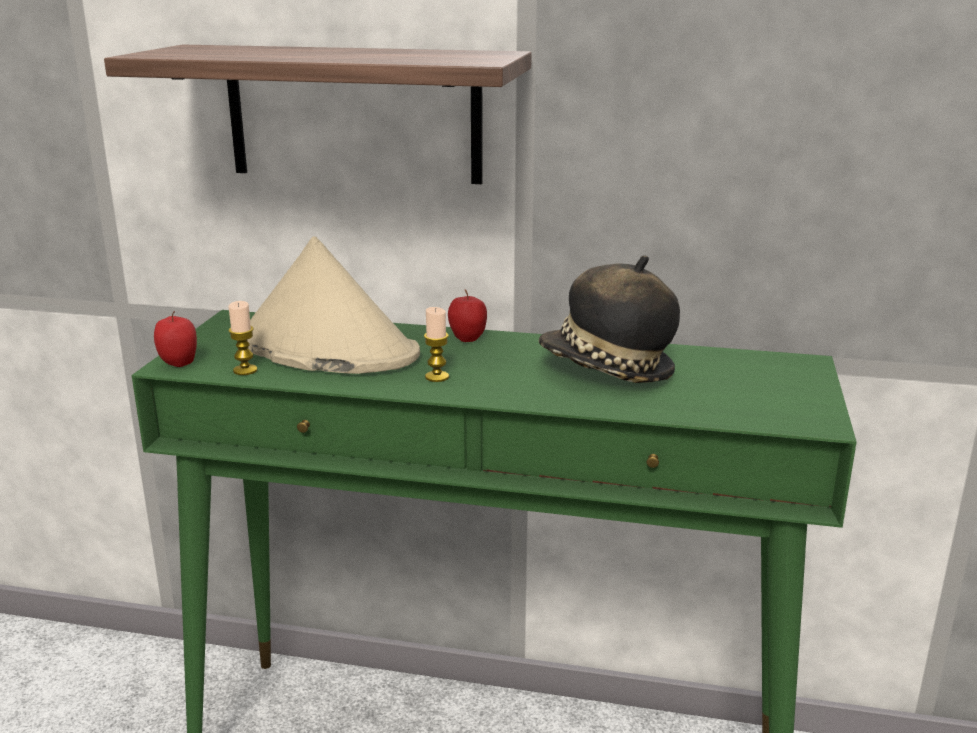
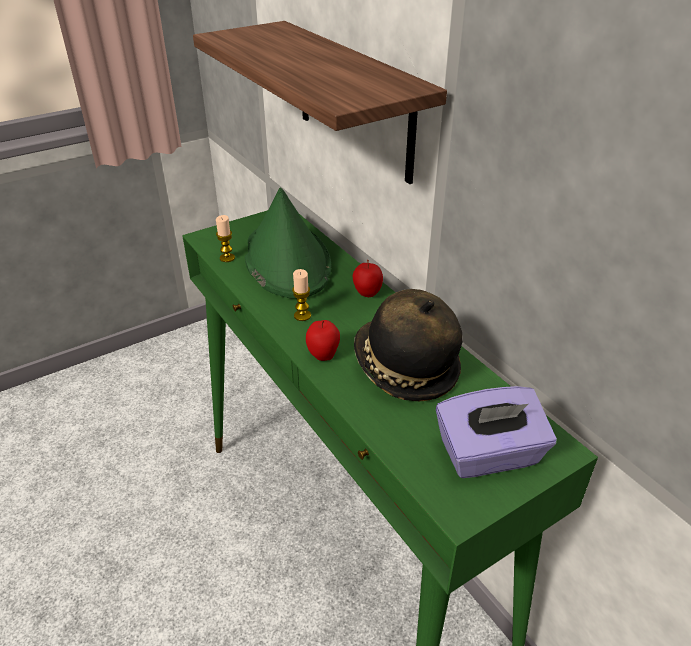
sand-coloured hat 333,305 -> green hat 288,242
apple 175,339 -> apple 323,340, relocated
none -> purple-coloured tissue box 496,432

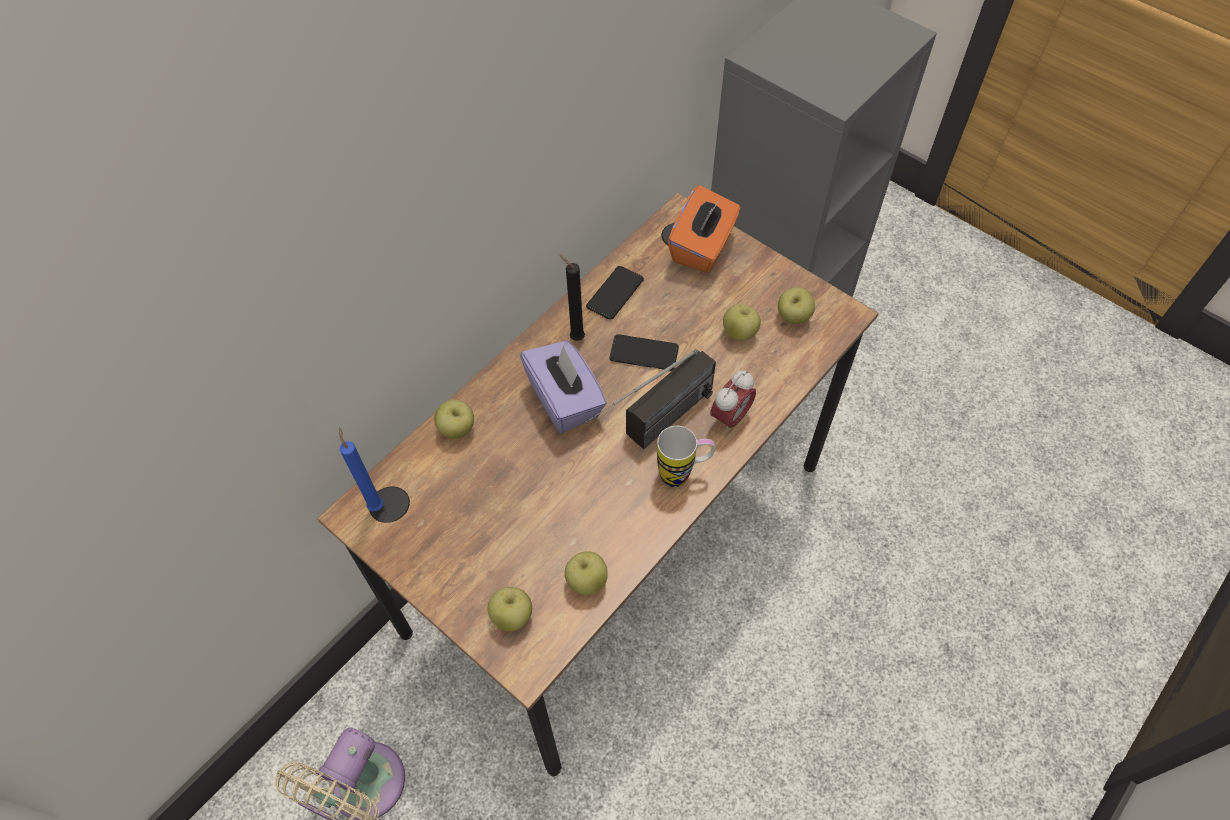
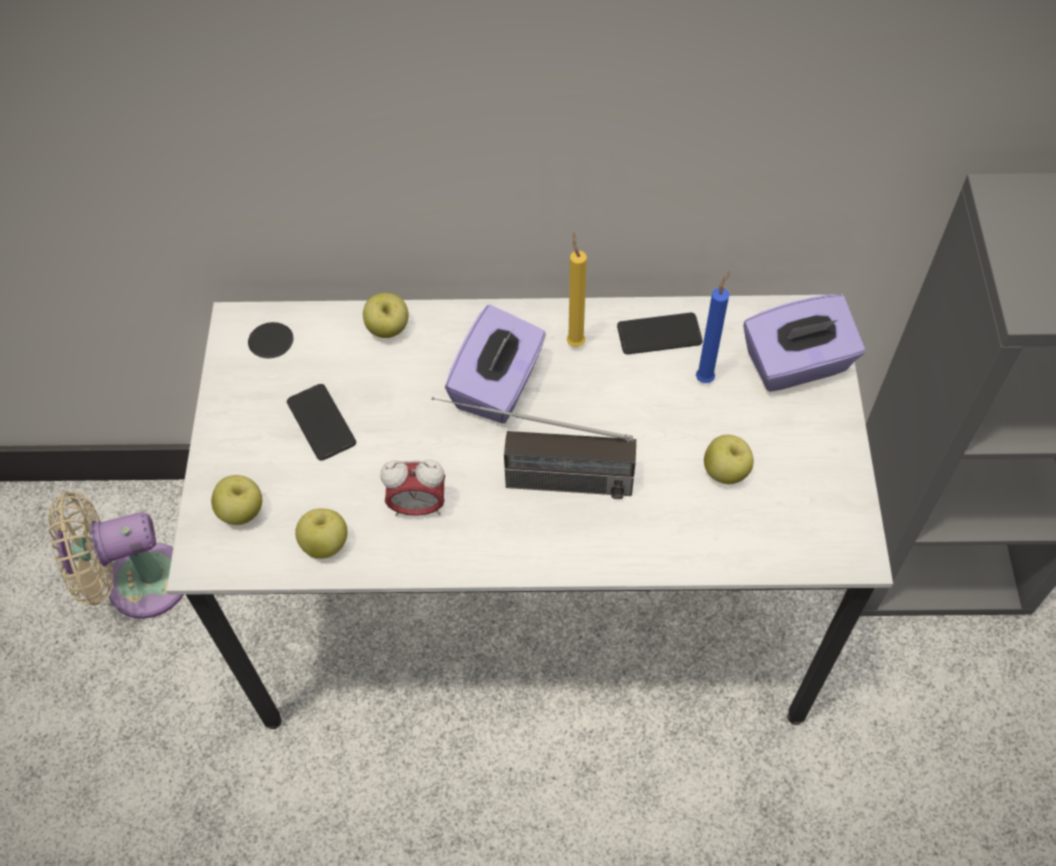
brown-coloured desk 598,485 -> white desk 529,511
phone 644,352 -> phone 321,422, relocated
table clock 733,401 -> table clock 412,487, relocated
blackish wax light 572,297 -> yellow wax light 577,290
blue wax light 361,469 -> blue wax light 713,327, relocated
orange tissue box 704,229 -> purple-coloured tissue box 804,343
tea mug 686,456 -> none
apple 796,305 -> none

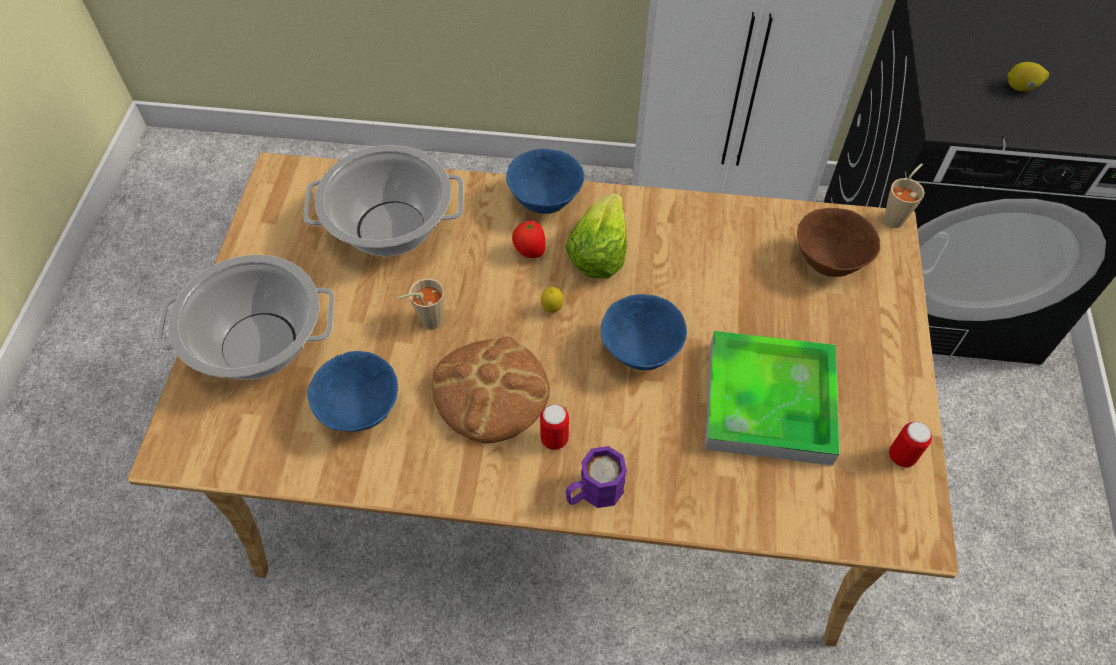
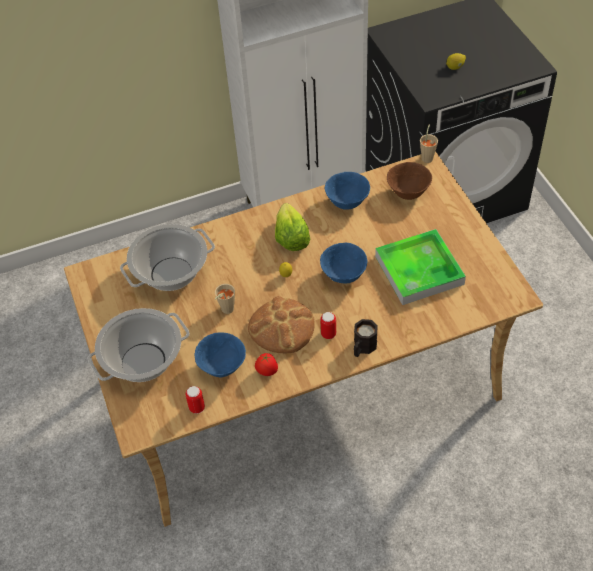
can 910,445 -> can 195,400, relocated
whole tomato 529,239 -> whole tomato 266,364, relocated
blue serving bowl 545,181 -> blue serving bowl 347,191, relocated
purple-coloured tea mug 596,477 -> blackish tea mug 366,338

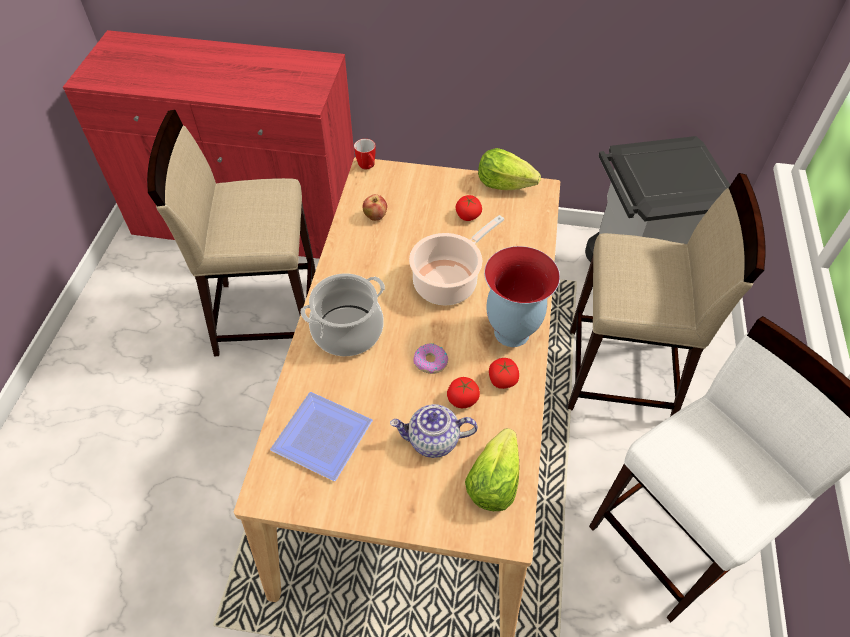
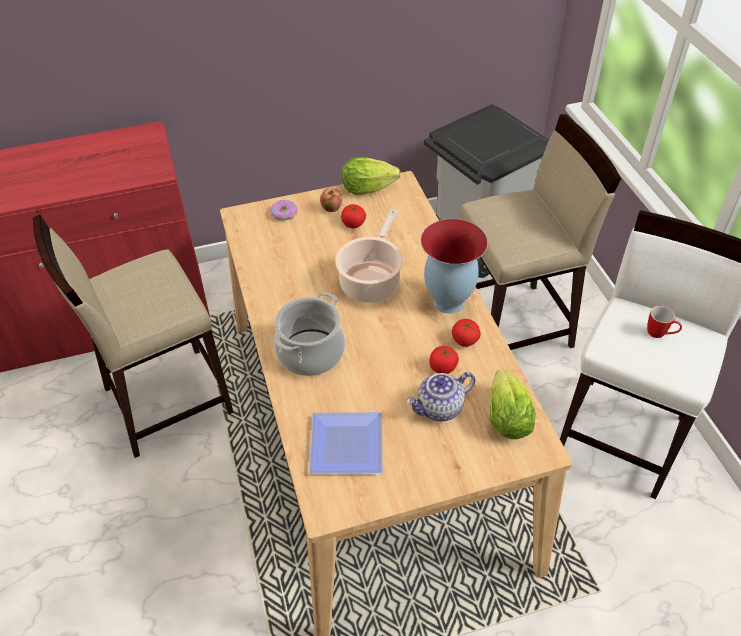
ring doughnut 431,359 -> ring doughnut 284,210, relocated
apple 375,207 -> apple 331,200, relocated
tea mug 365,154 -> tea mug 664,322, relocated

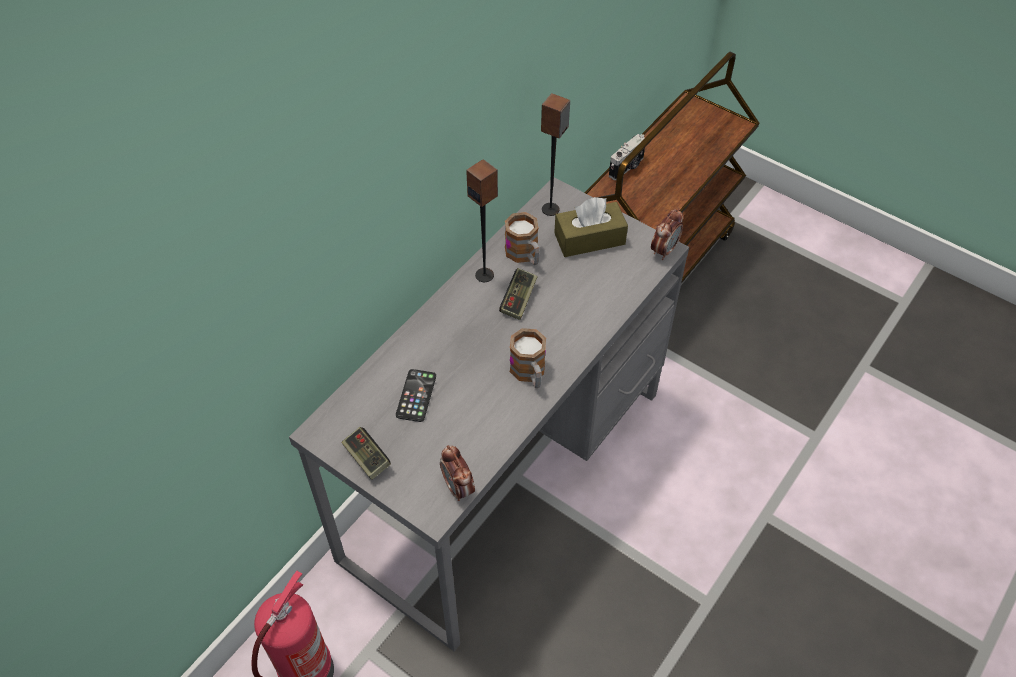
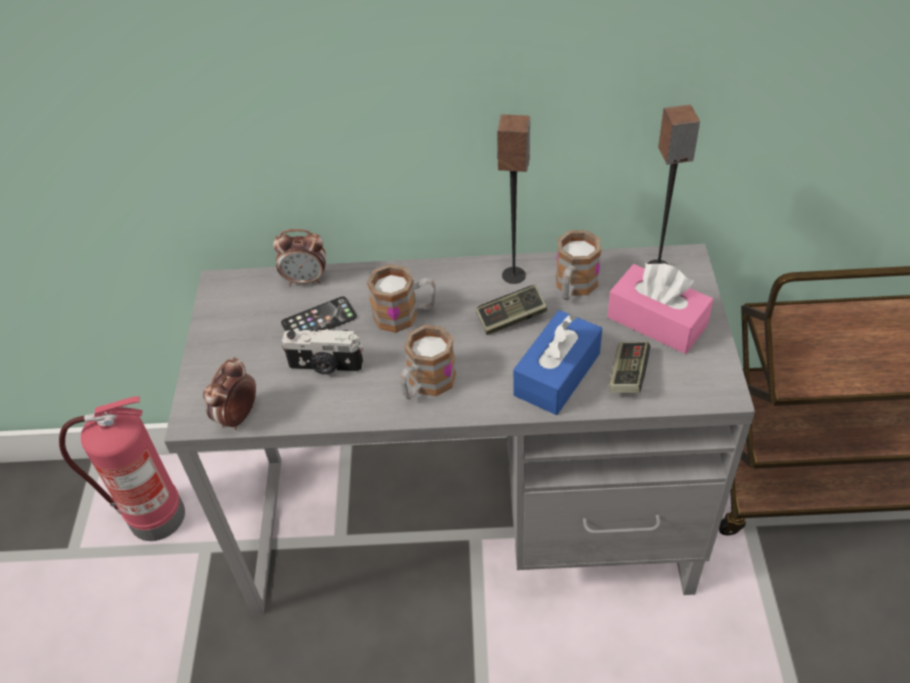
table clock 667,234 -> table clock 299,257, relocated
still camera 627,157 -> still camera 322,352, relocated
none -> tea mug 401,298
none -> blue tissue box 557,362
brown-coloured tissue box 591,227 -> pinkish tissue box 660,308
gamepad 366,453 -> gamepad 629,367, relocated

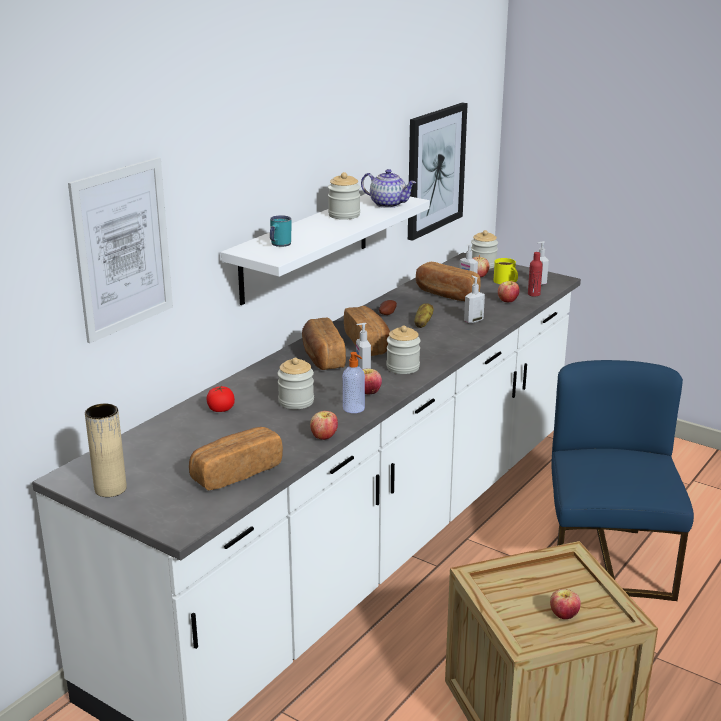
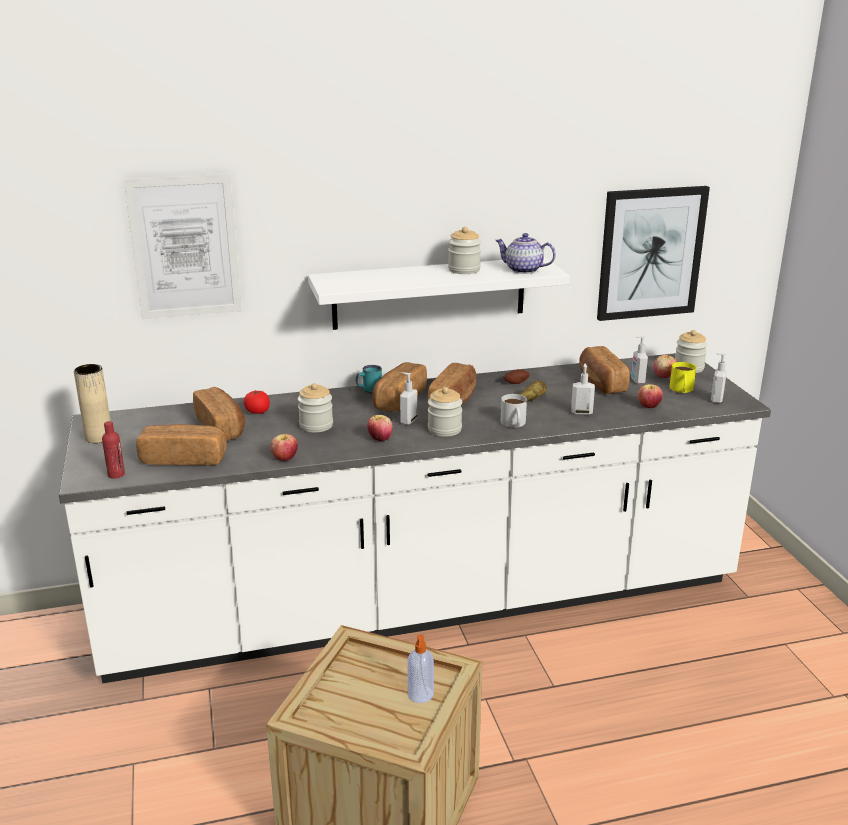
red-coloured beverage bottle 535,274 -> red-coloured beverage bottle 113,450, relocated
none -> bakery bread 219,413
turquoise-coloured tea mug 281,231 -> turquoise-coloured tea mug 369,379, relocated
liquid soap bottle 354,382 -> liquid soap bottle 420,669, relocated
tea pot 388,188 -> tea pot 525,253, 135 degrees clockwise
none -> white tea mug 514,411
apple 565,604 -> none
blue upright chair 622,480 -> none

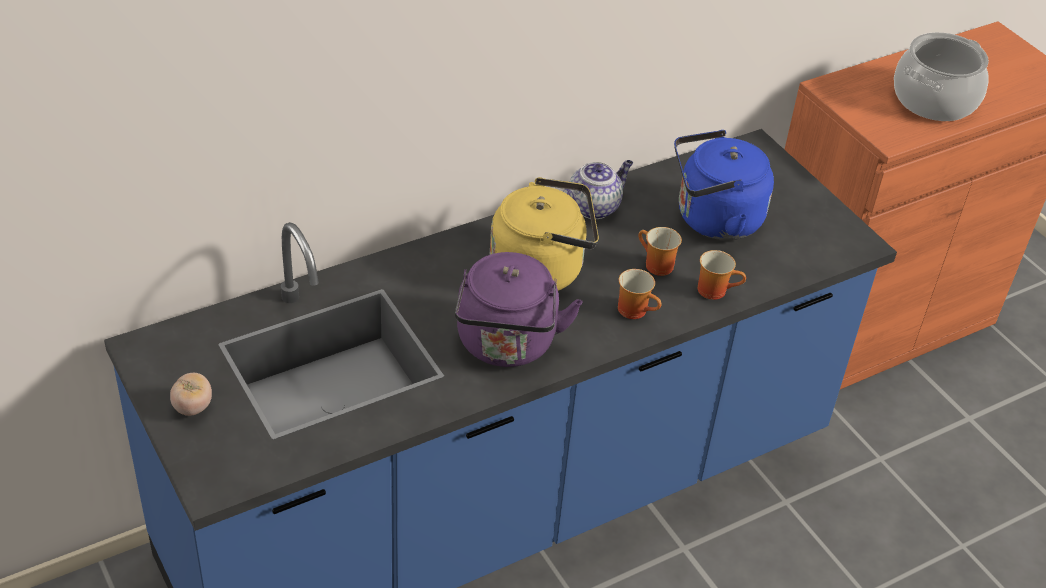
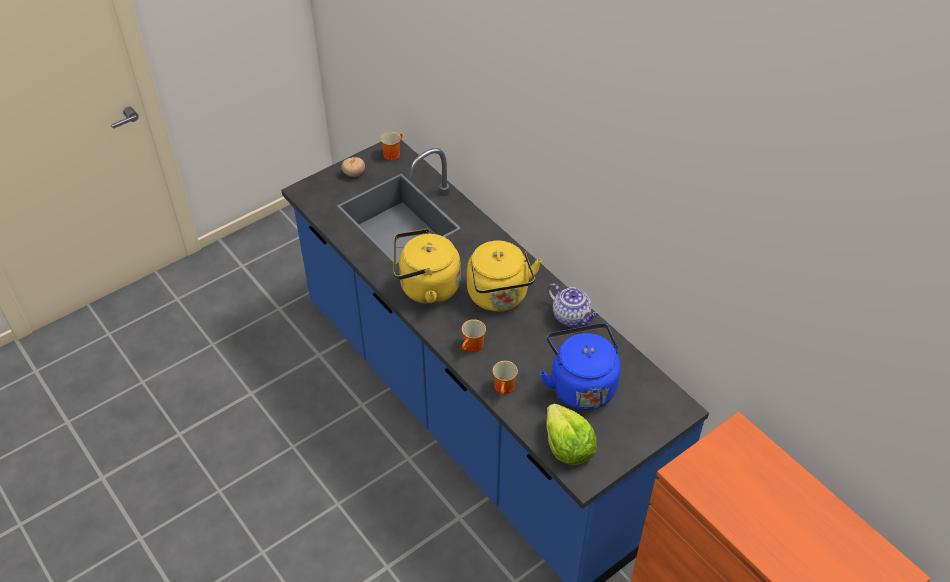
tea mug 660,251 -> tea mug 391,146, relocated
purple-coloured kettle 518,309 -> yellow kettle 427,266
none -> head of lettuce 571,434
saucepot 941,76 -> none

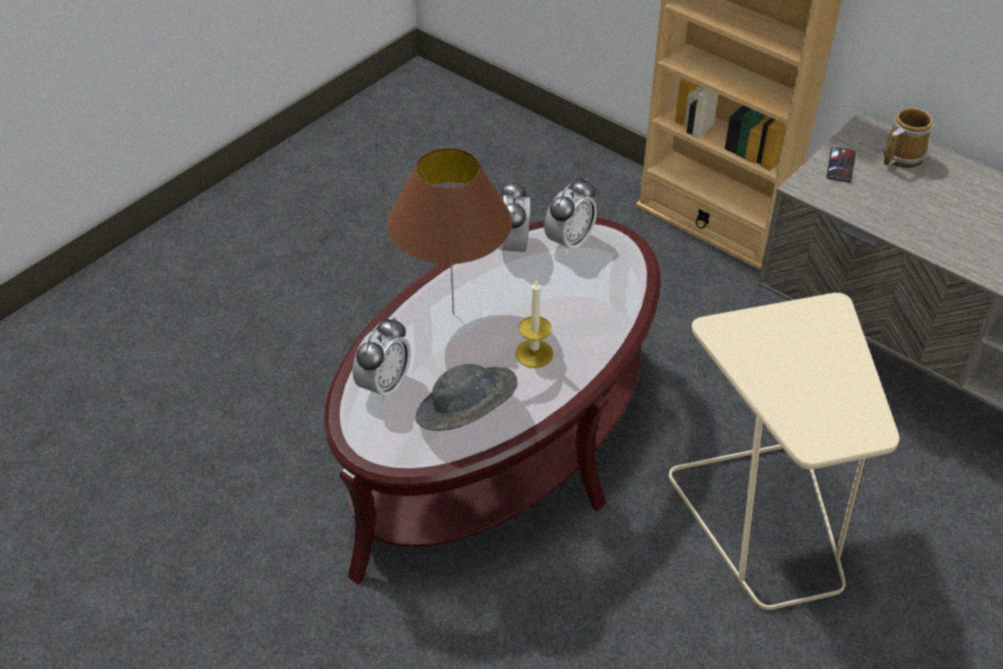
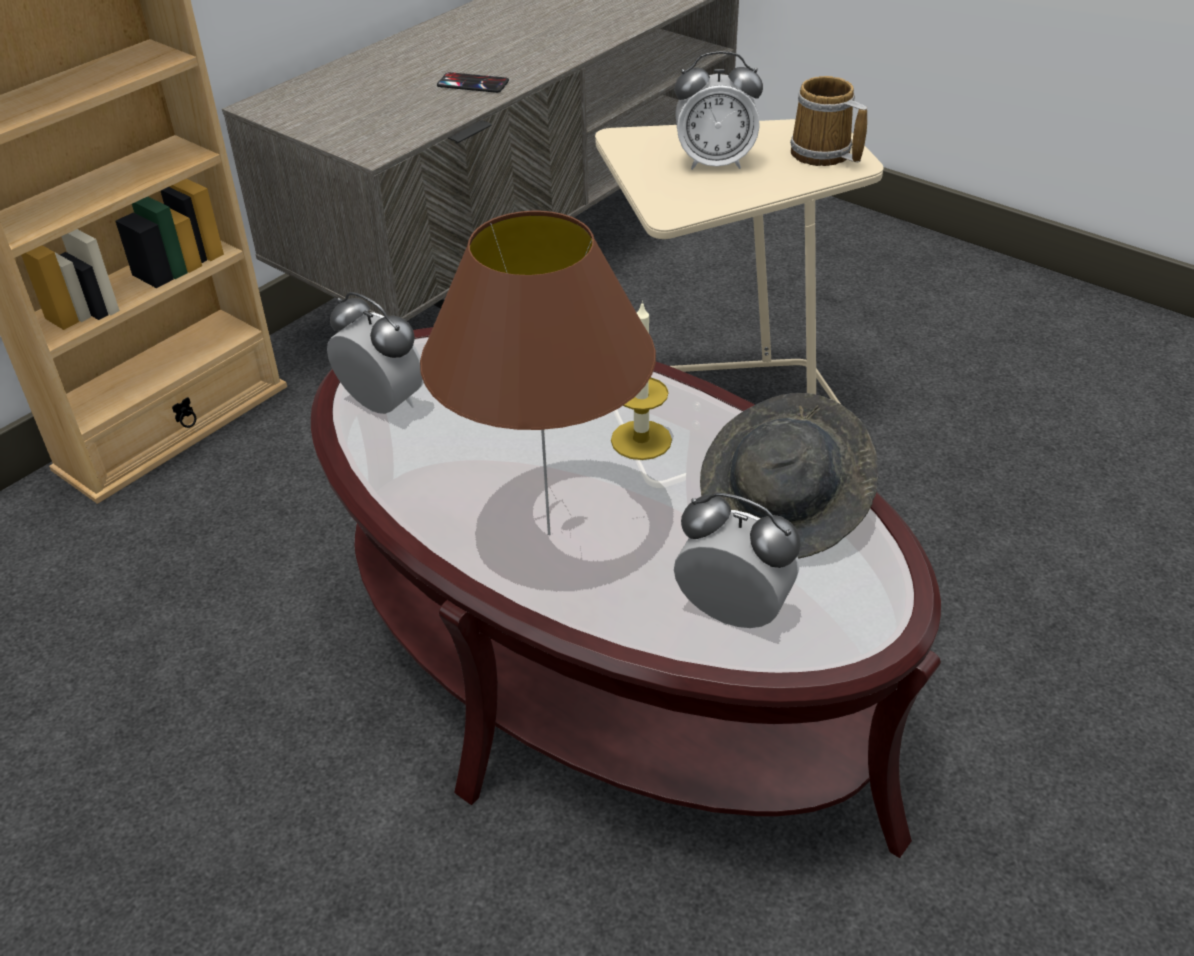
phone 841,164 -> phone 473,82, relocated
table clock 514,219 -> table clock 718,110, relocated
tea mug 908,138 -> tea mug 828,121, relocated

